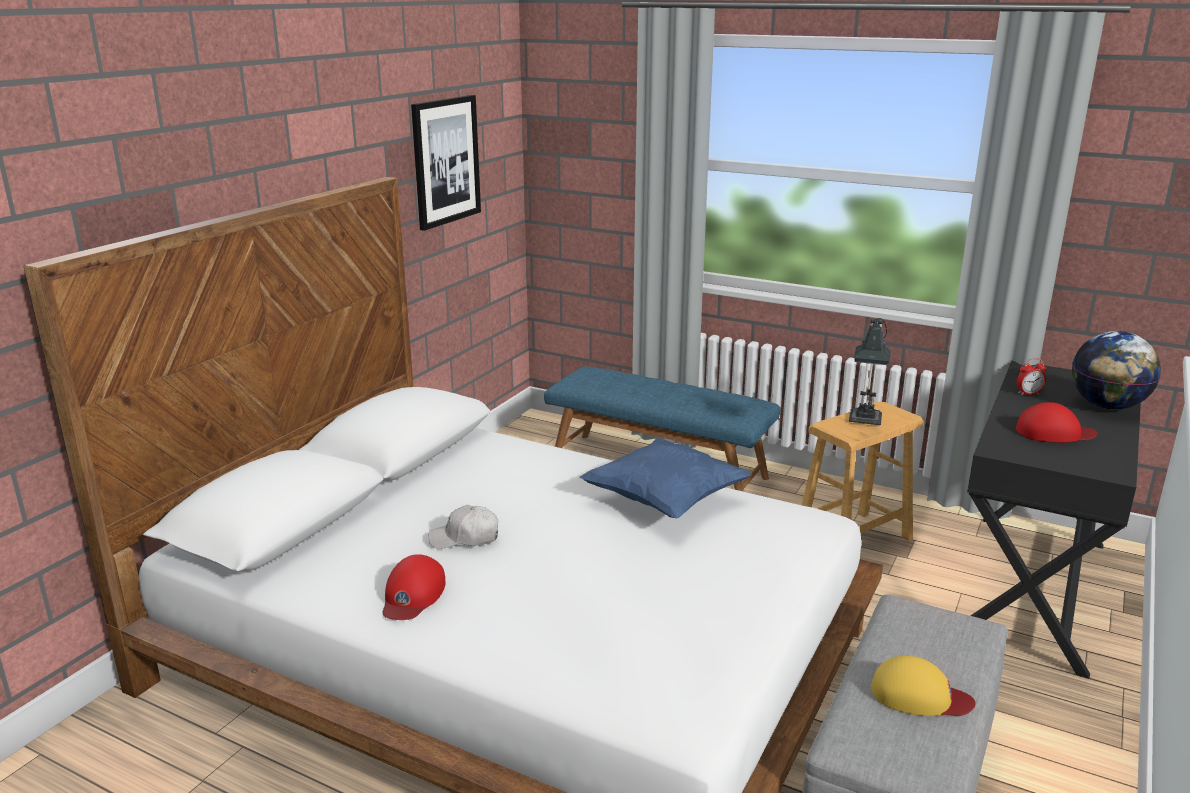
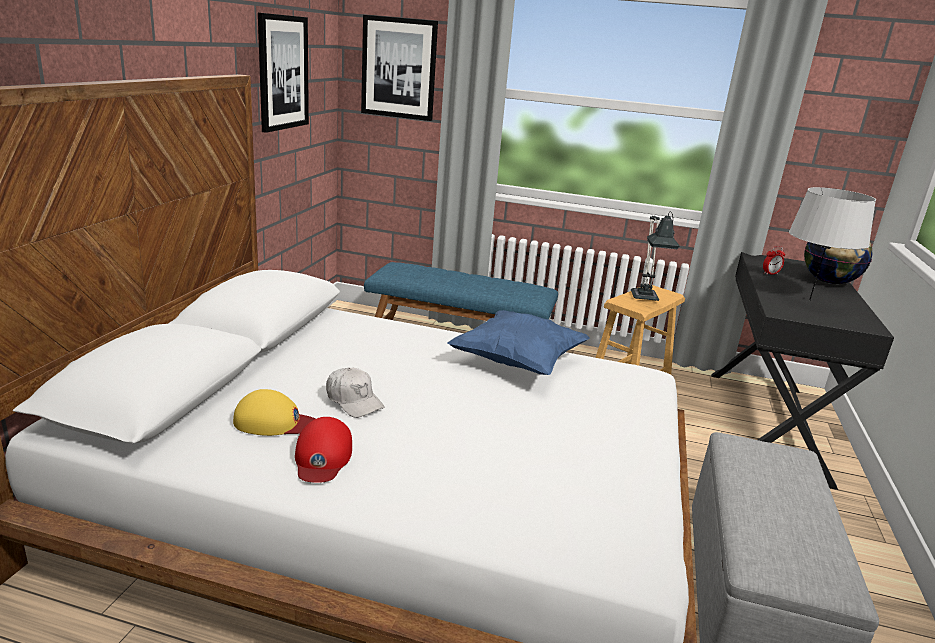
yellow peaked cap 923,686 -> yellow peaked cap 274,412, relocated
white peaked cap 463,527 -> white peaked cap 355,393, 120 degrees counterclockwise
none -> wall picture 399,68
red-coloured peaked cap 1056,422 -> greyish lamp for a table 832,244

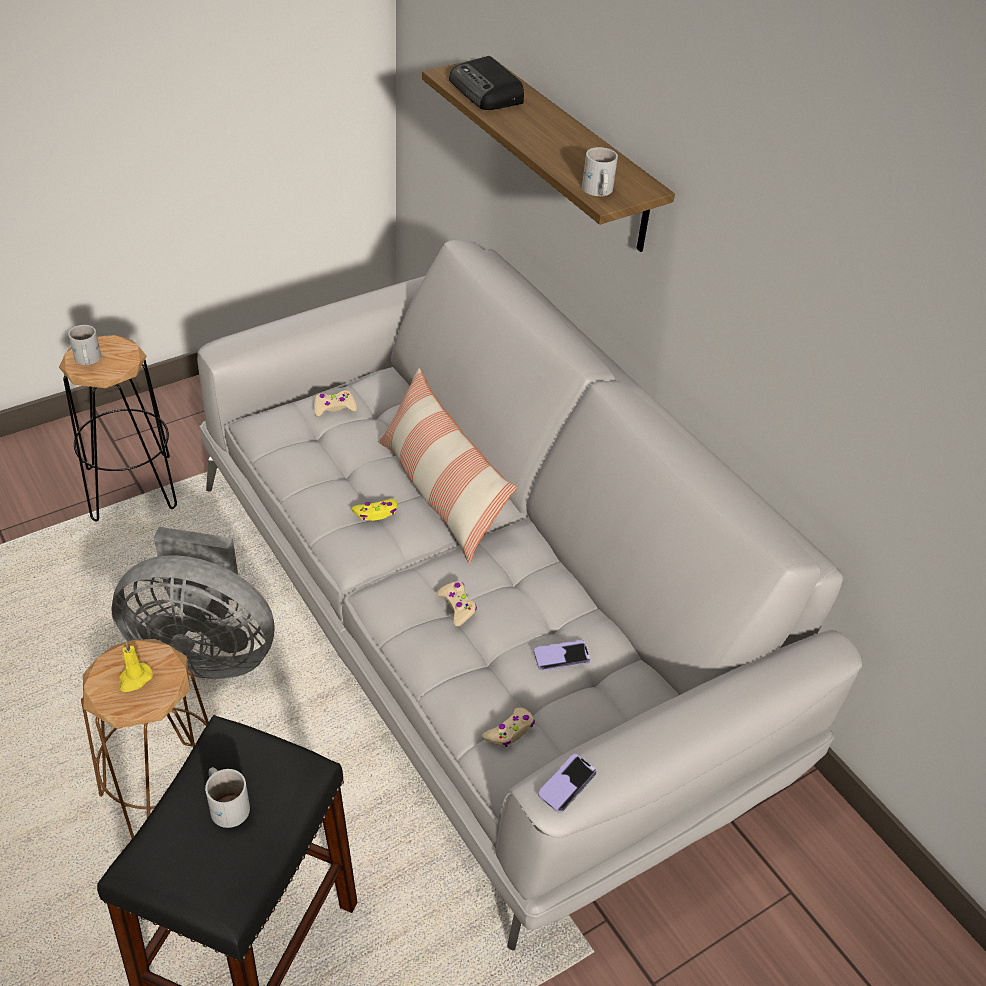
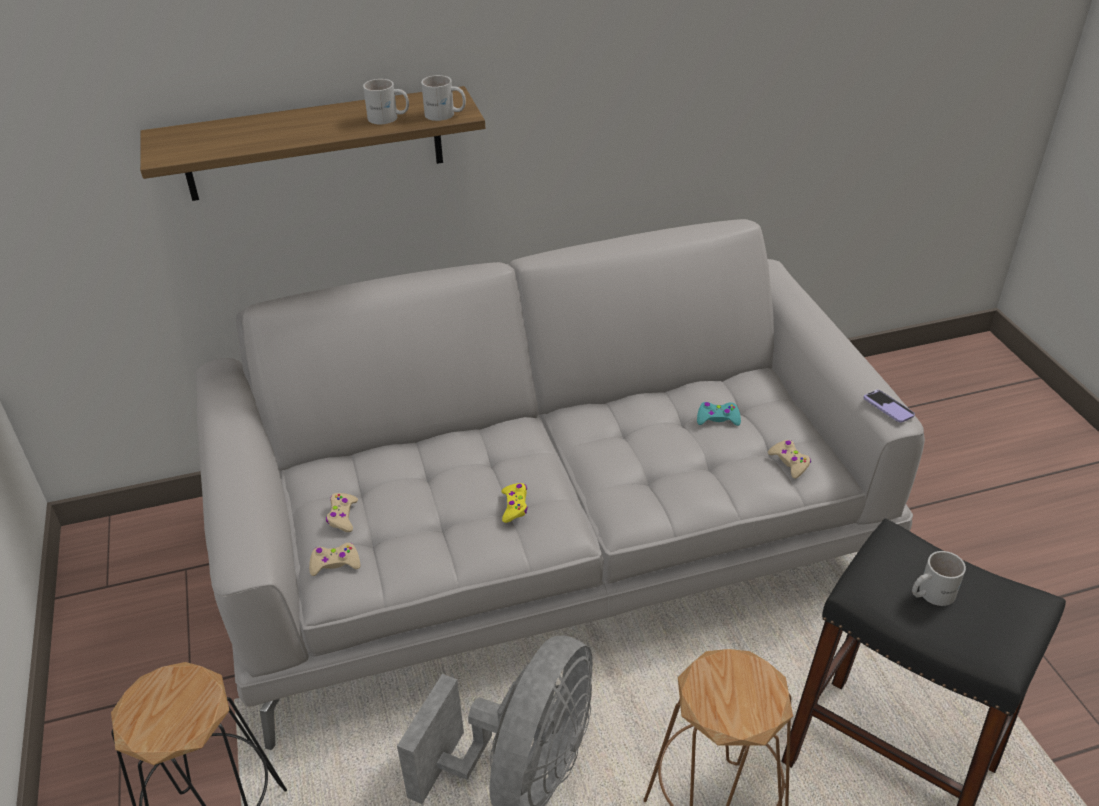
sand-coloured gamepad 456,604 -> sand-coloured gamepad 334,559, relocated
white tea mug 84,345 -> white tea mug 386,101, relocated
phone 562,655 -> turquoise-coloured gamepad 719,414
yellow wax light 136,667 -> none
pillow 447,465 -> none
radio set 486,83 -> none

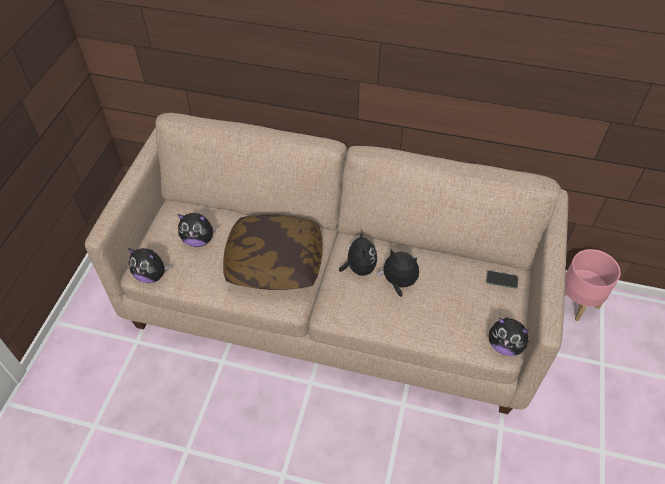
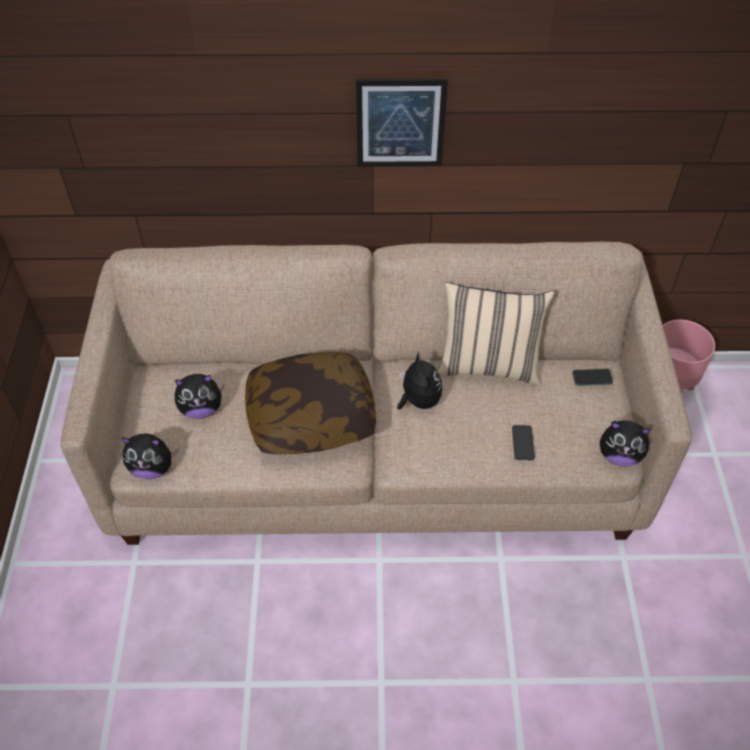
none -> wall picture 402,123
none -> sand-coloured pillow 495,334
none -> phone 523,442
soft toy 398,273 -> none

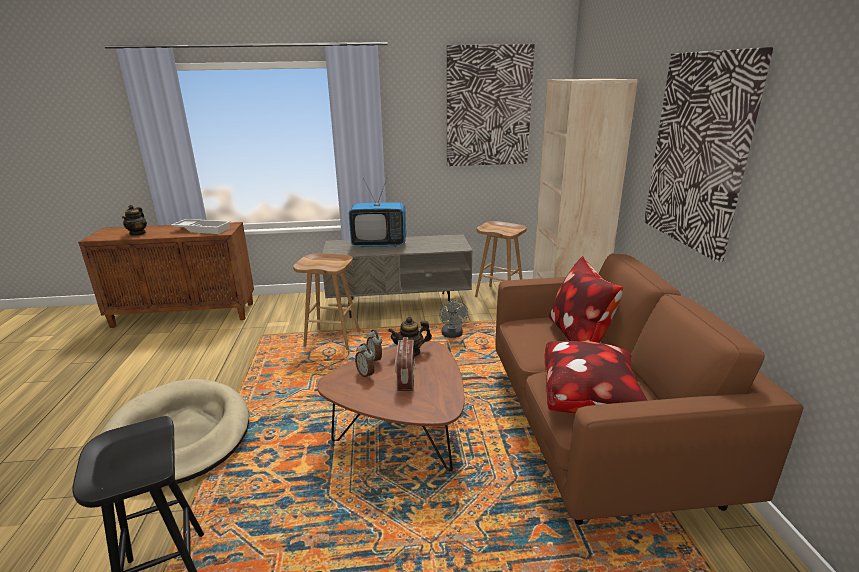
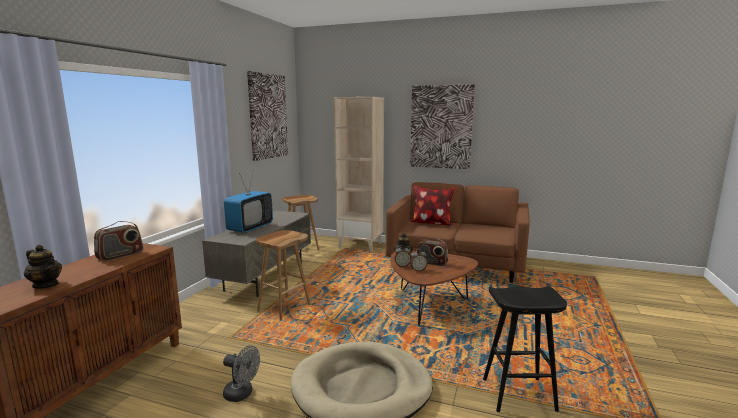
white tray 201,226 -> radio set 118,241
greyish electric fan 453,319 -> greyish electric fan 241,373, relocated
pillow 596,377 -> none

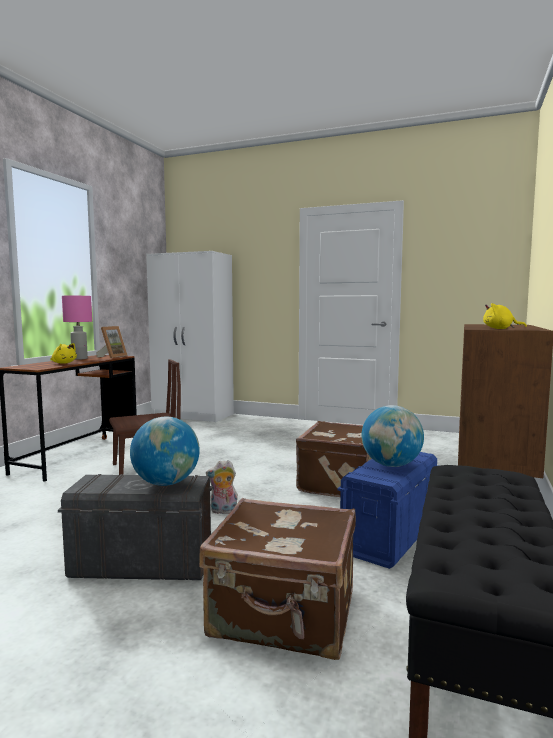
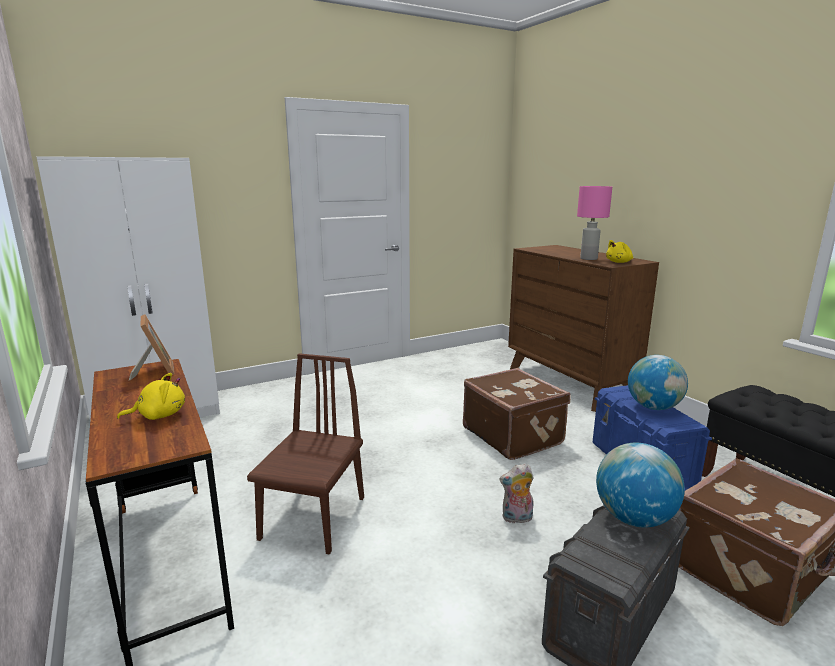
soft toy 222,487 -> soft toy 516,493, 45 degrees clockwise
pinkish lamp for a table 77,328 -> pinkish lamp for a table 594,223, relocated

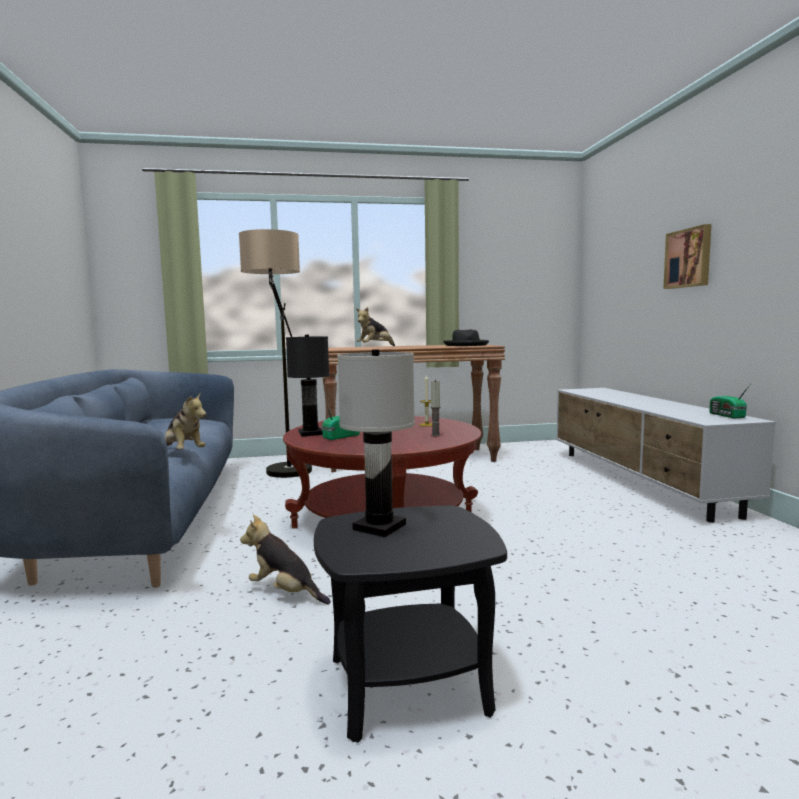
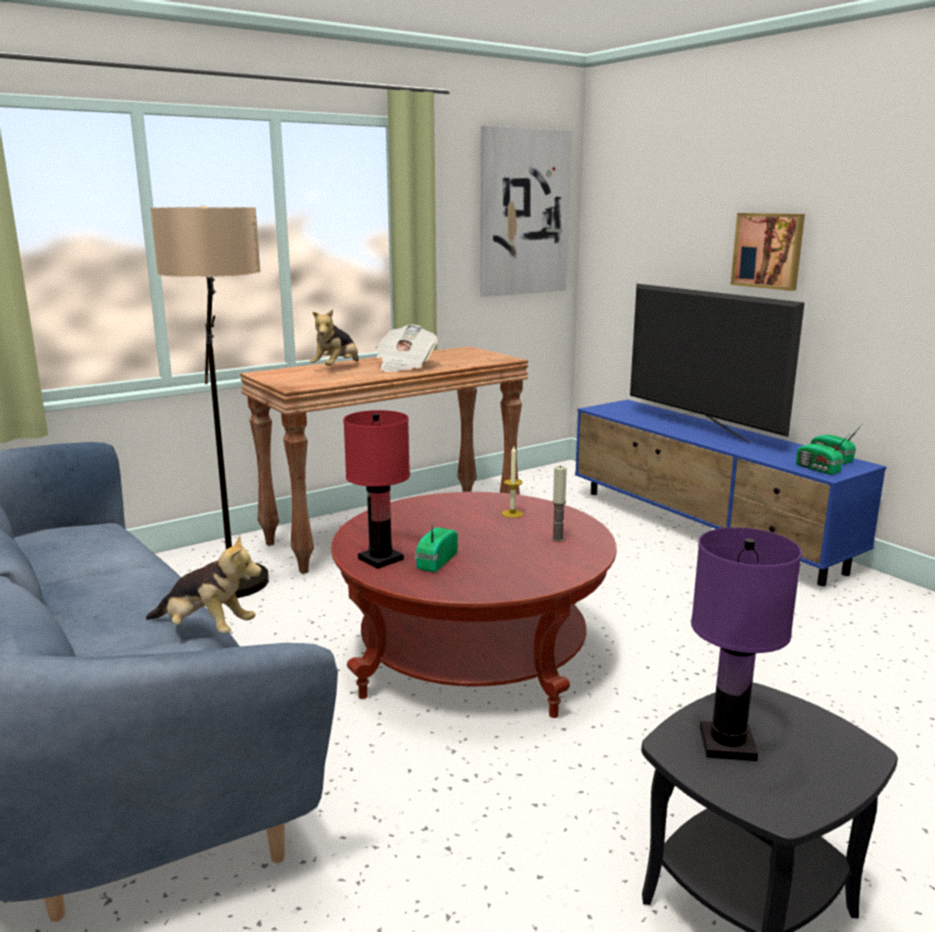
blackish lamp for a table 307,386 -> red-coloured lamp for a table 376,489
none -> printed paper 407,348
none -> wall picture 526,211
white tv unit 666,455 -> blue tv unit 730,493
none -> TV set 717,364
white lamp for a table 376,443 -> purple-coloured lamp for a table 746,644
none -> radio set 823,454
soft toy 285,559 -> none
blackish hat 466,338 -> none

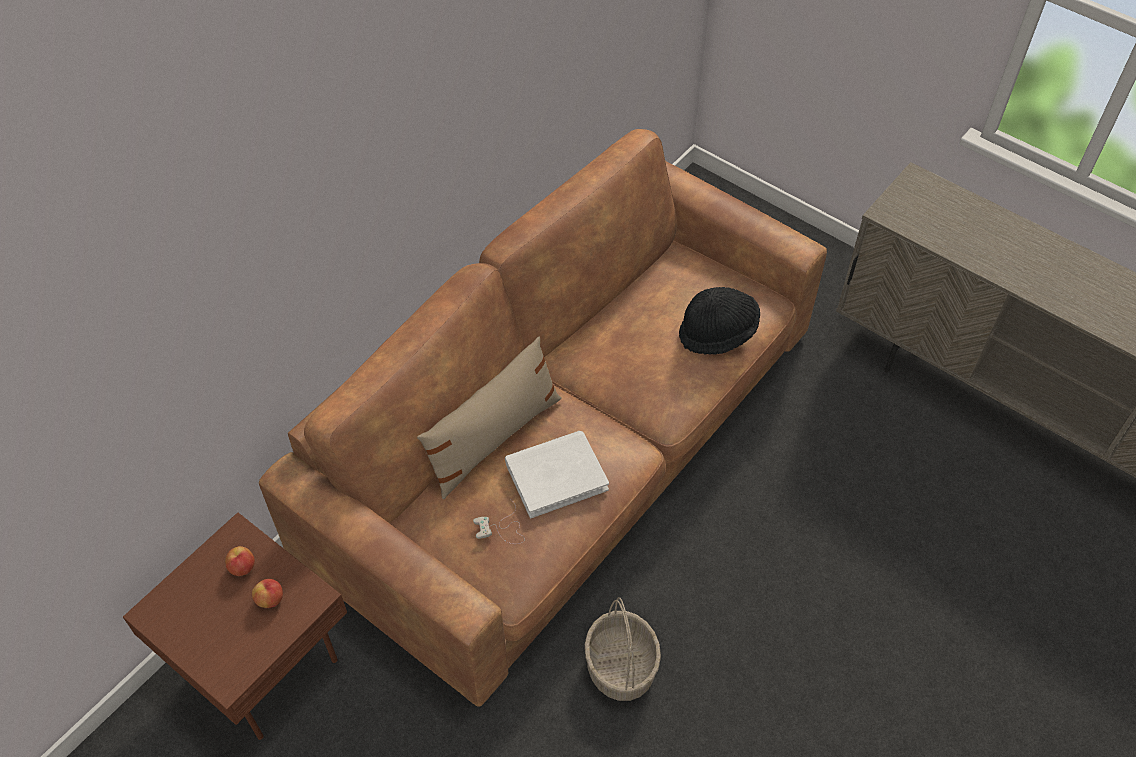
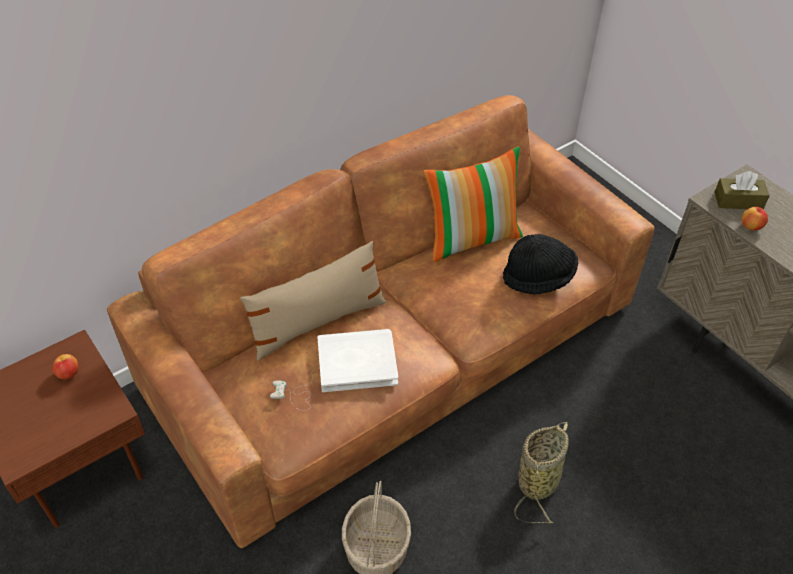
none -> pillow 473,204
none -> storage basket 541,473
none -> brown-coloured tissue box 742,190
apple 267,593 -> apple 754,218, relocated

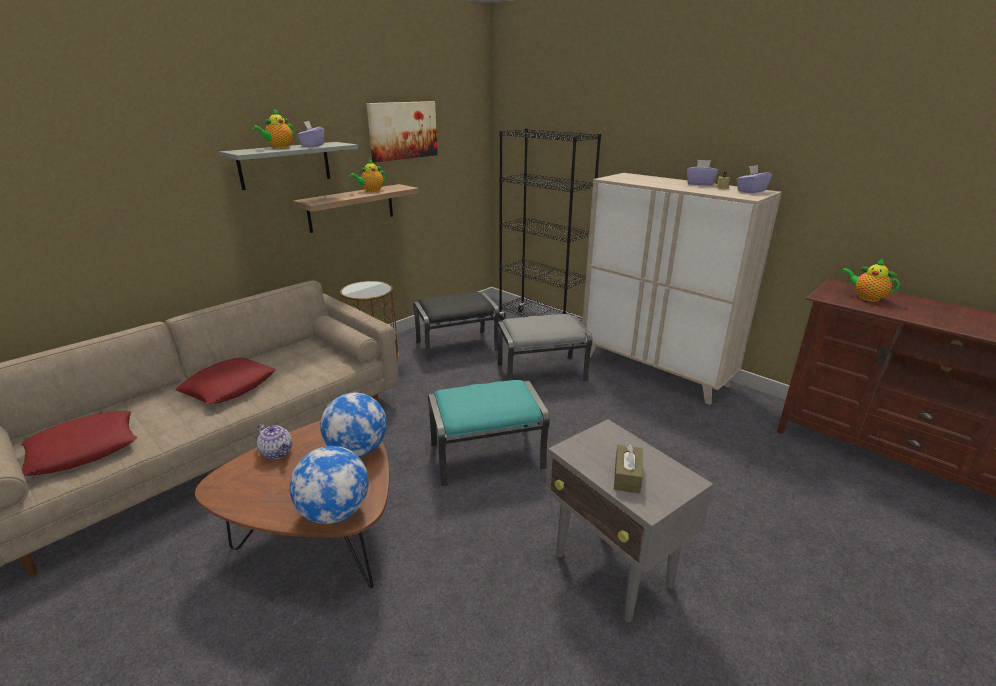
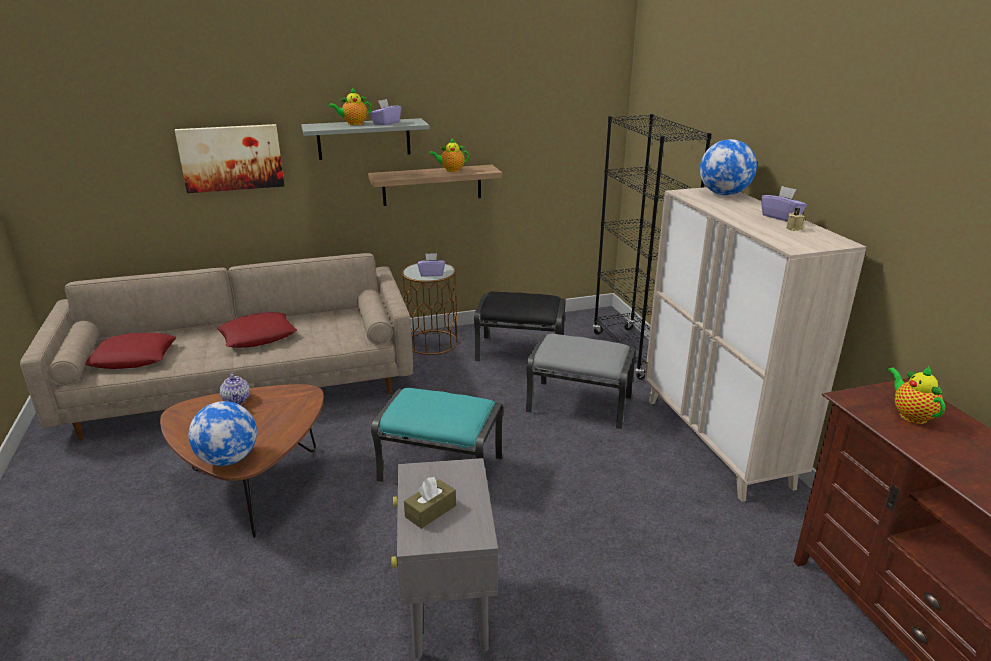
wall picture 402,131 -> wall picture 229,158, relocated
purple-coloured tissue box 754,179 -> purple-coloured tissue box 431,265, relocated
world globe 353,425 -> world globe 728,167, relocated

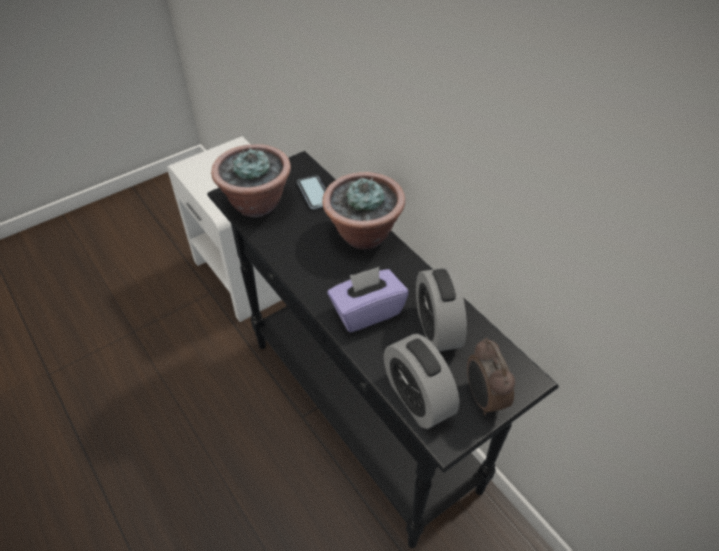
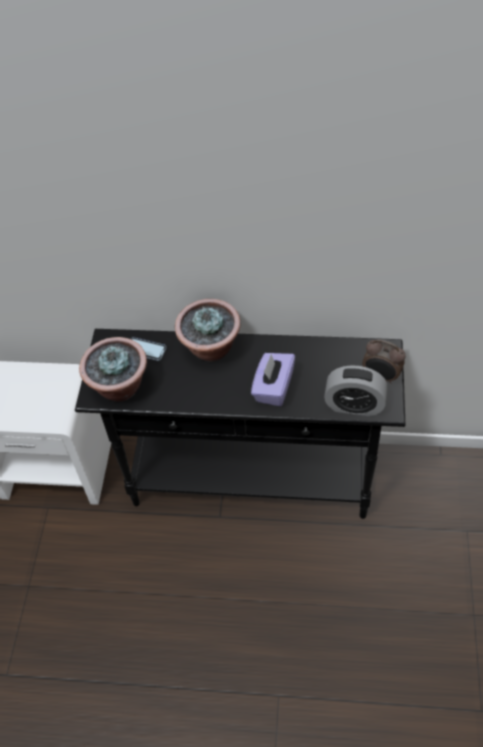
table clock 441,309 -> none

